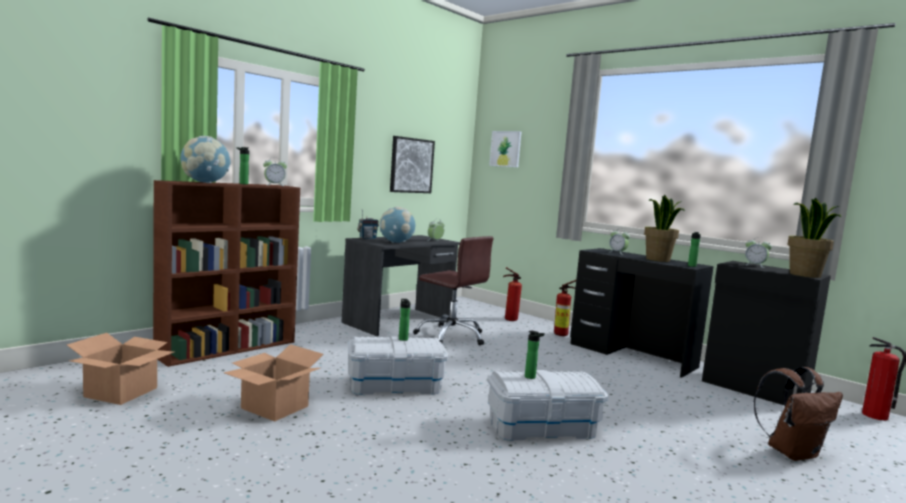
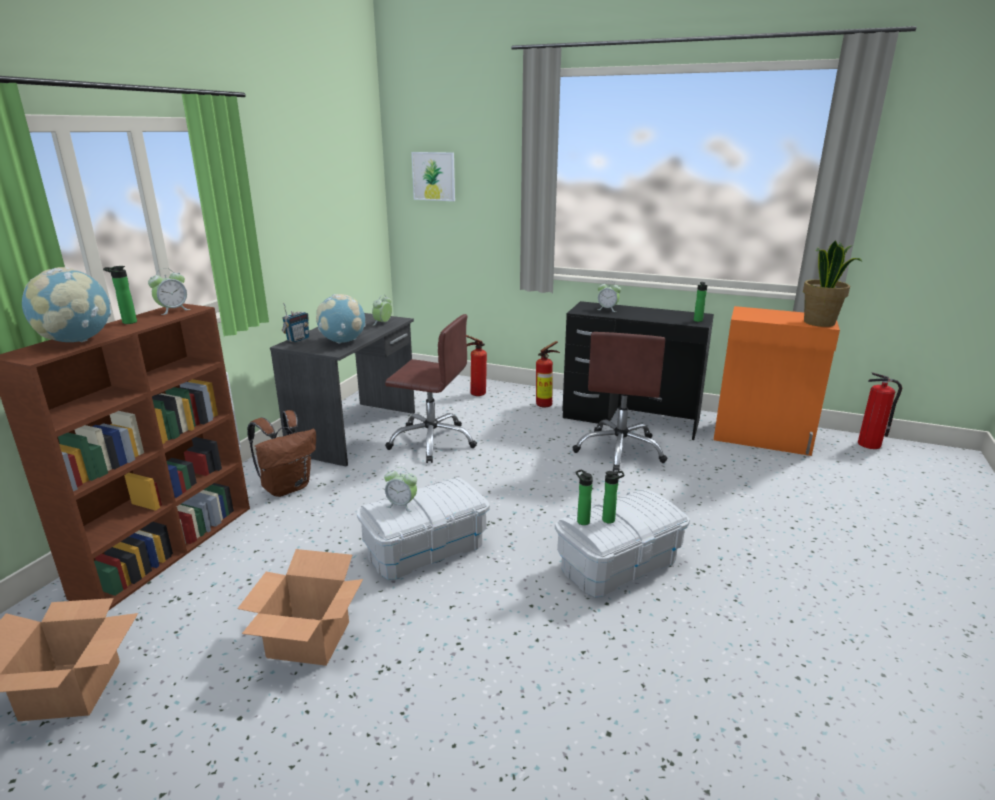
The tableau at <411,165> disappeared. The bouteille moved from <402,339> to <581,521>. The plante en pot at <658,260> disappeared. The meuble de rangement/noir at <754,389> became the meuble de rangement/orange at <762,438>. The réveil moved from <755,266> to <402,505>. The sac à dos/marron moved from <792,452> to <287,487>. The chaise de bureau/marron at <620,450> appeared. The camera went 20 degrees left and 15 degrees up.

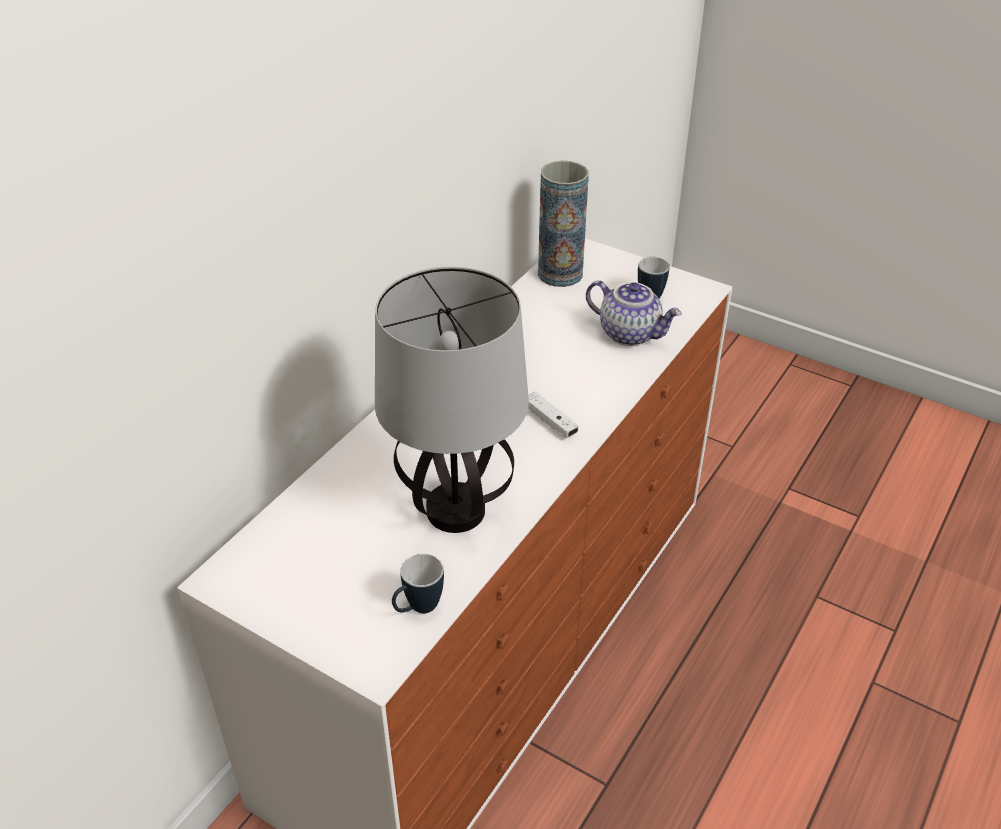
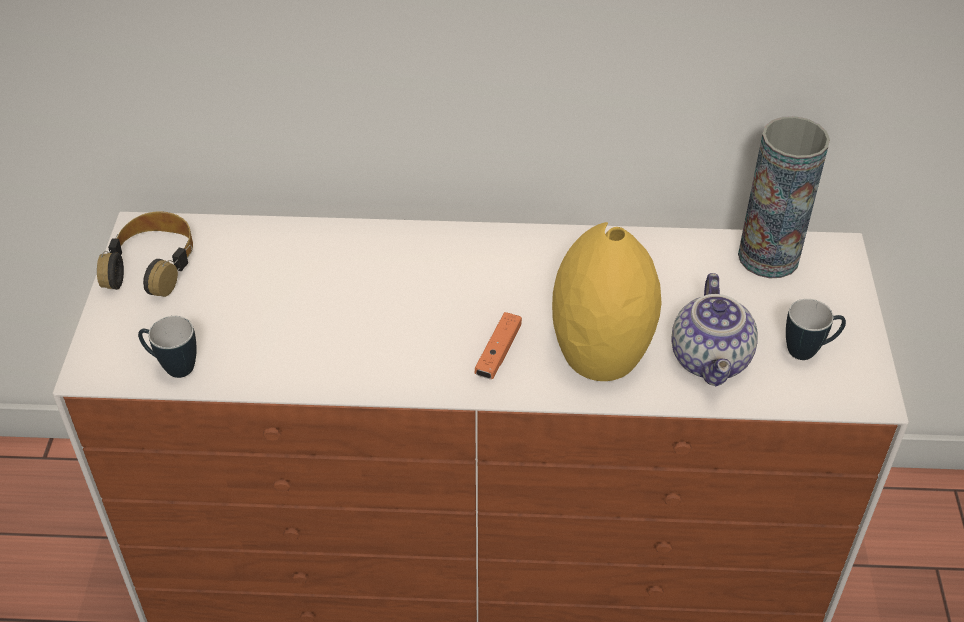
The lampe de table at <457,511> disappeared. The manette/blanc at <550,421> became the manette/orange at <498,353>. The casque audio at <152,264> appeared. The vase/jaune at <599,355> appeared. The camera went 60 degrees right and 5 degrees up.

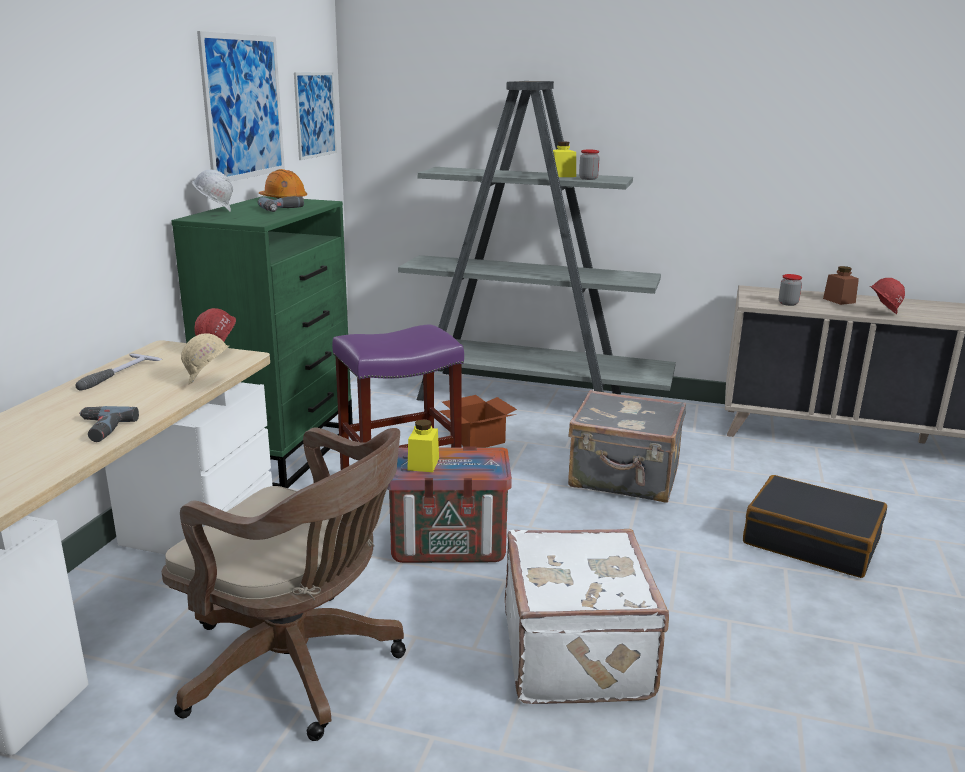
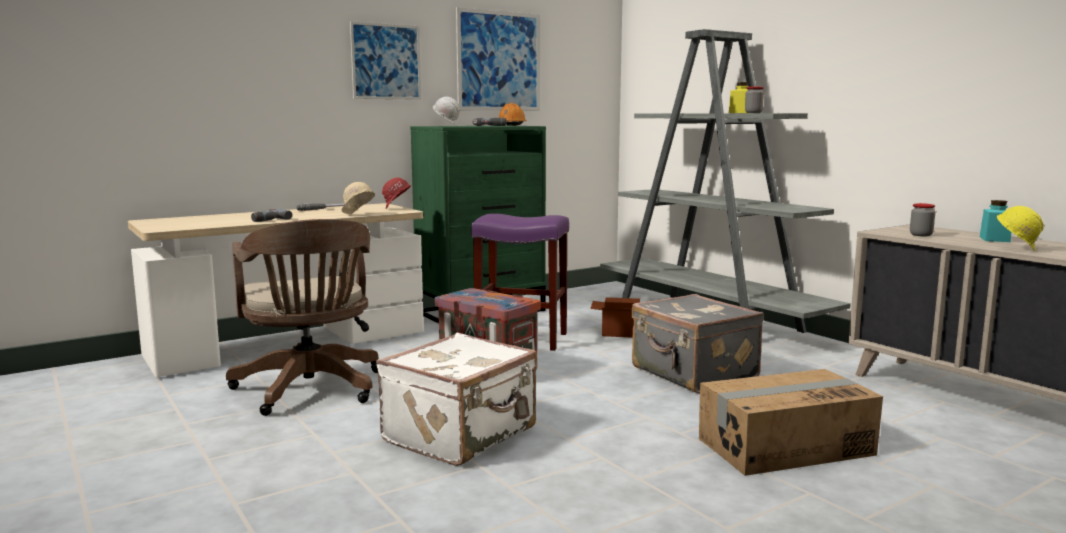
The tableau moved from <315,115> to <386,61>. The bocal/jaune at <423,464> disappeared. The valise/noir at <811,541> was replaced by the carton at <784,446>. The bocal/marron at <839,300> became the bocal/turquoise at <994,239>. The casque de chantier/rouge at <881,313> became the casque de chantier/jaune at <1016,249>. The camera went 40 degrees right and 10 degrees down.

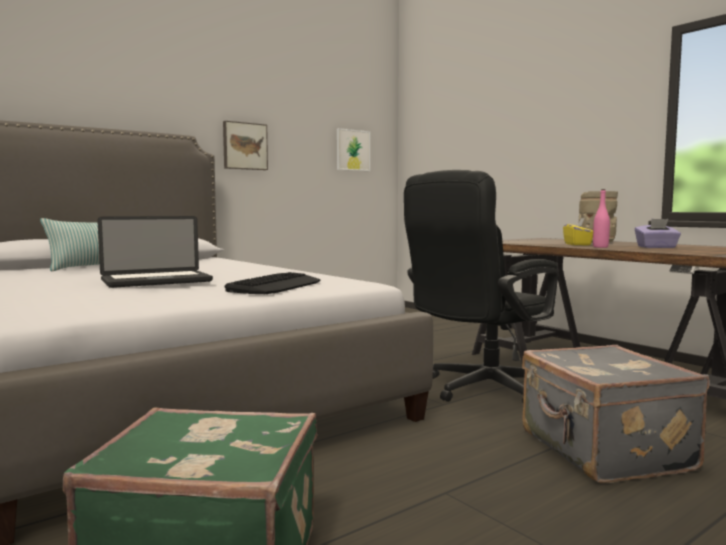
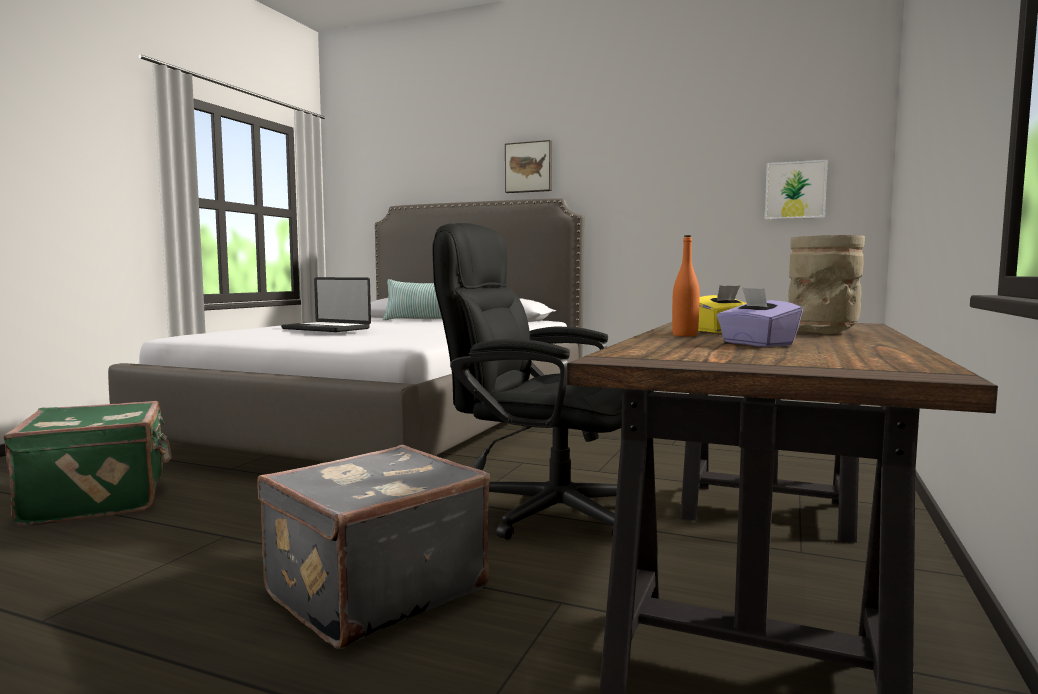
The tableau moved from <244,146> to <529,167>. The clavier at <276,286> disappeared. The bouteille/rose at <600,247> became the bouteille/orange at <684,335>. The camera went 60 degrees right and 0 degrees up.

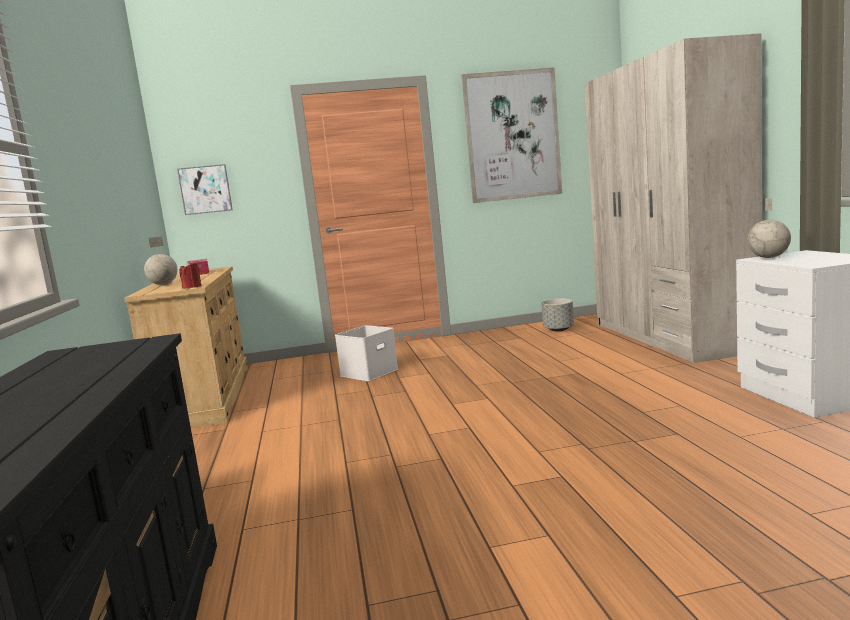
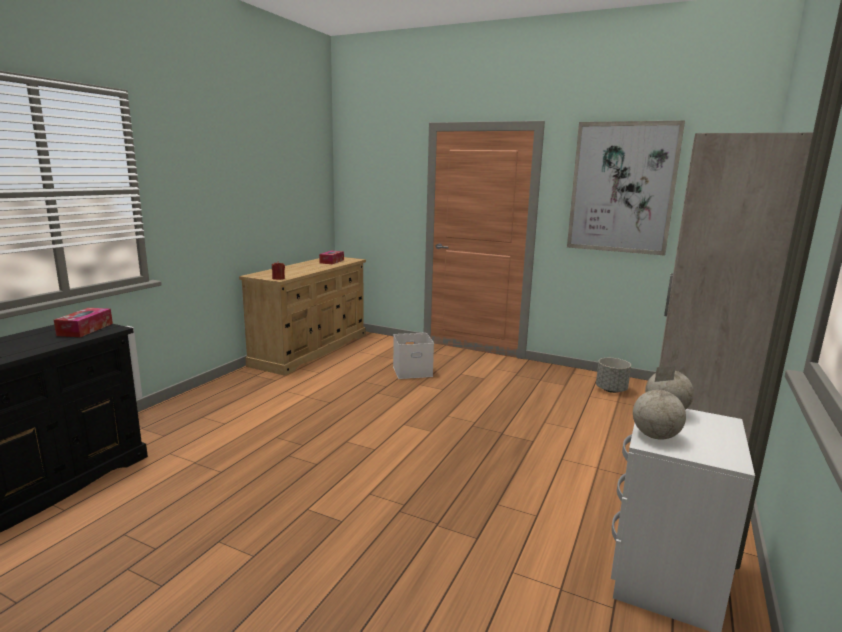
The globe moved from <164,284> to <656,436>. The tableau at <205,189> disappeared. The boîte à mouchoirs at <85,329> appeared. The camera went 35 degrees right and 5 degrees up.

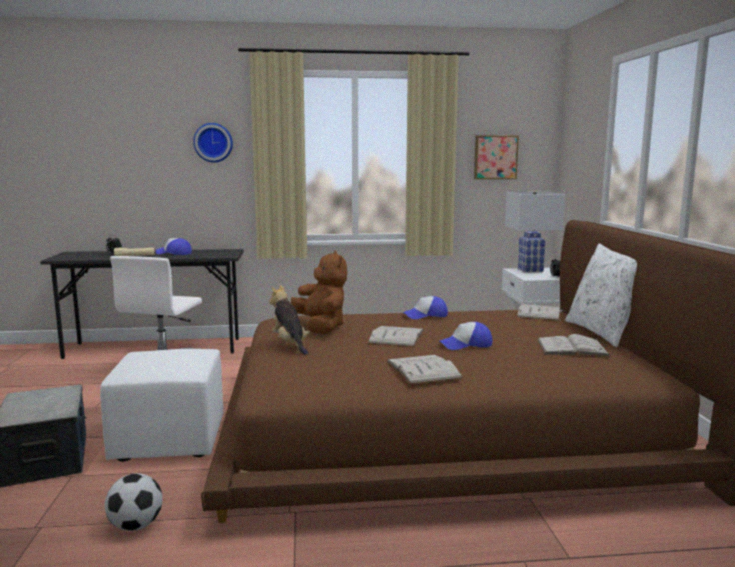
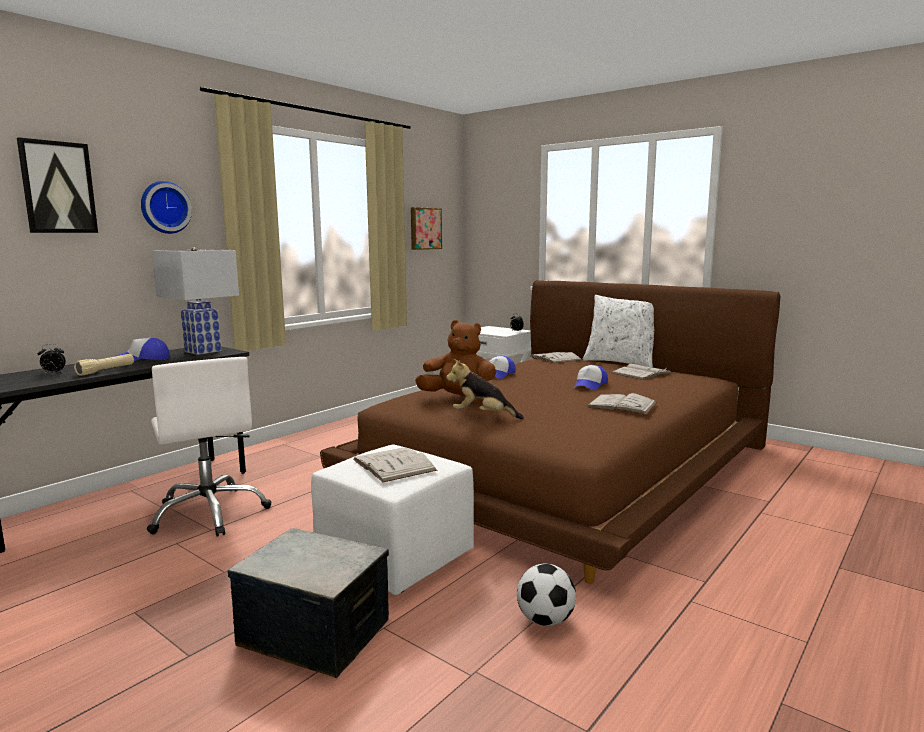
The livre/blanc moved from <396,337> to <394,465>. The lampe de table/blanc moved from <530,270> to <202,351>. The tableau at <58,187> appeared. The camera went 45 degrees left and 0 degrees up.

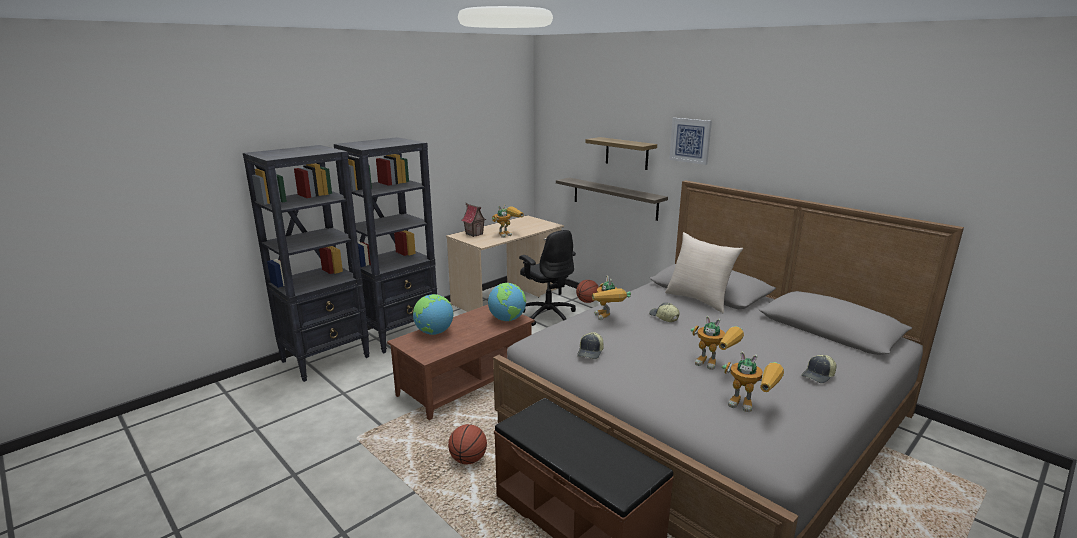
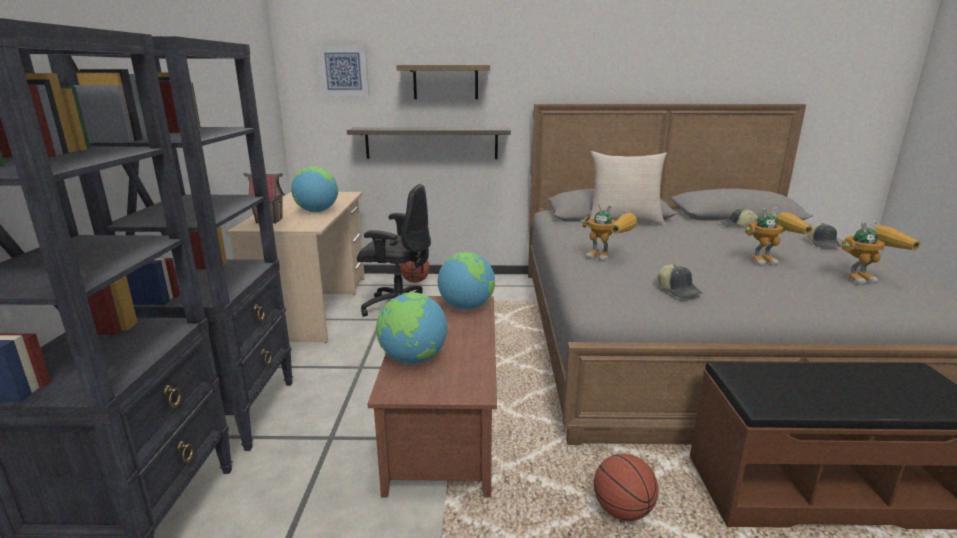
The robot jouet at <507,234> was replaced by the globe at <317,211>. The casquette moved from <663,317> to <736,225>. The tableau moved from <690,140> to <343,71>. The camera went 45 degrees left and 0 degrees up.

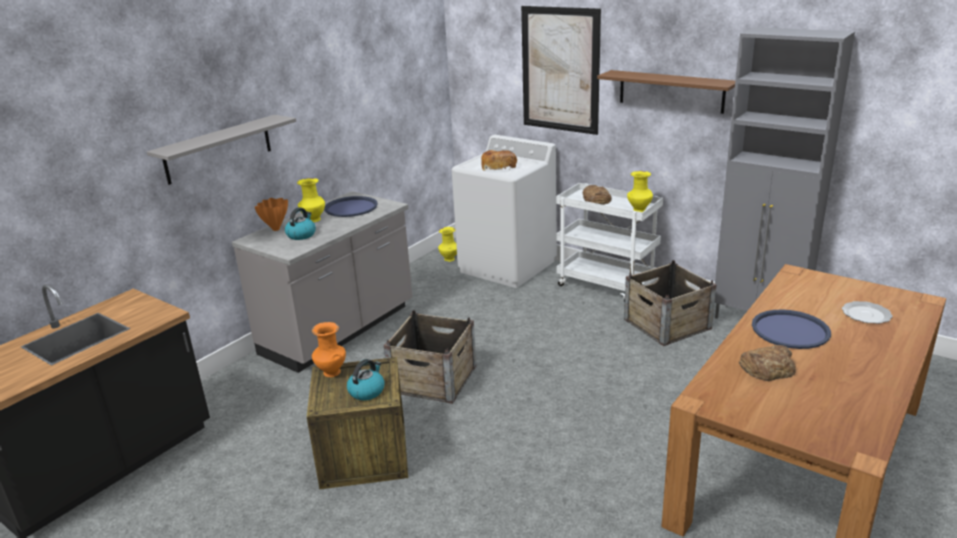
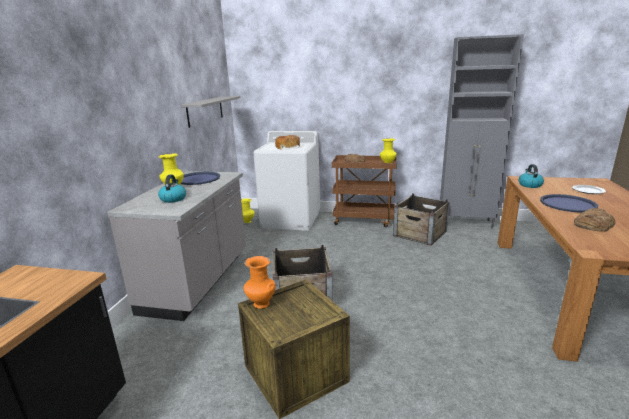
The étagère/gris moved from <218,149> to <205,111>. The vase/orange at <276,229> disappeared. The bouilloire moved from <367,391> to <529,185>. The tableau at <560,70> disappeared. The chariot/blanc at <607,286> became the chariot/marron at <364,220>. The étagère/marron at <671,91> disappeared. The camera went 25 degrees left and 5 degrees down.

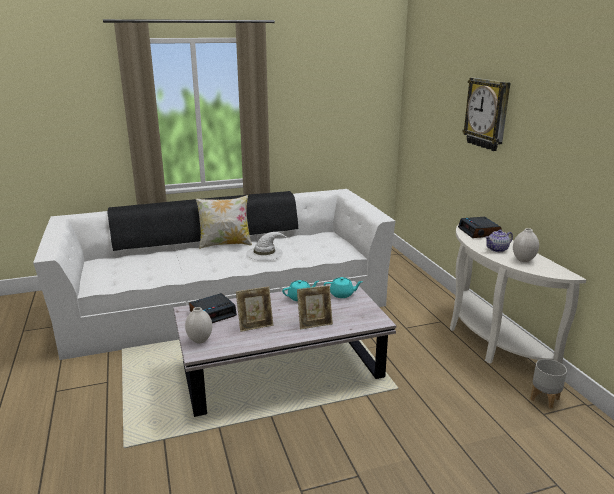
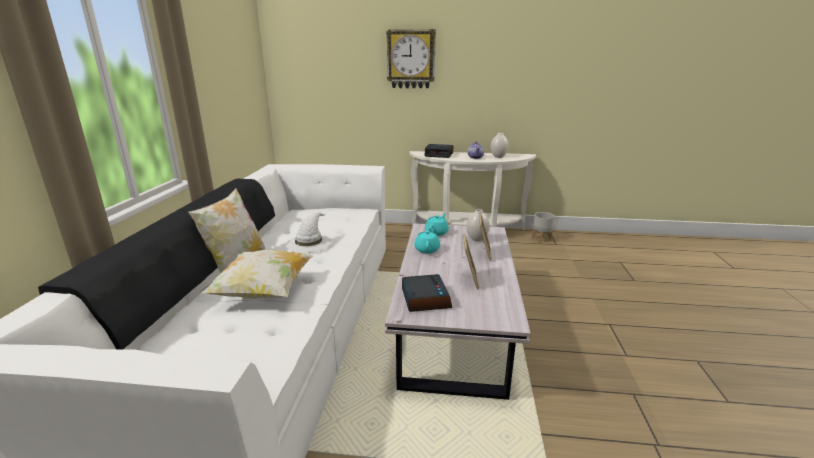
The vase/blanc moved from <199,340> to <477,239>. The coussin at <263,292> appeared. The camera went 65 degrees left and 0 degrees up.

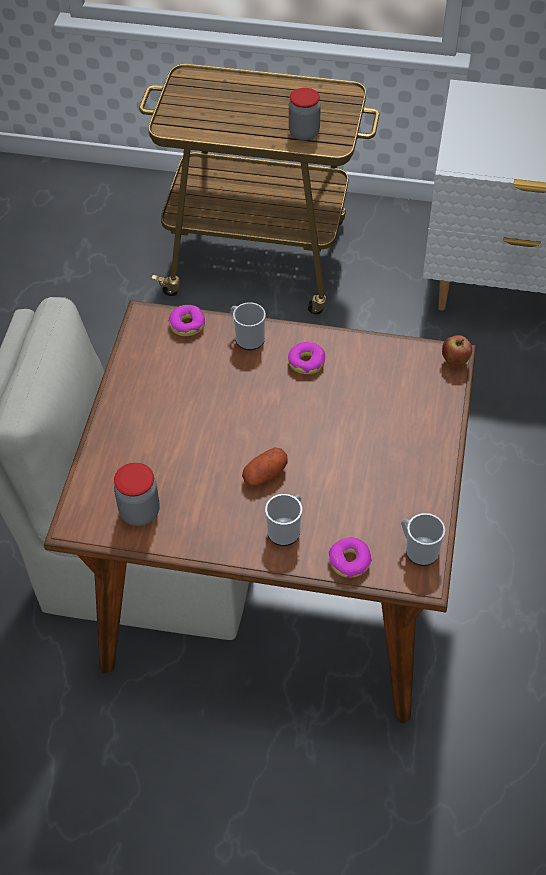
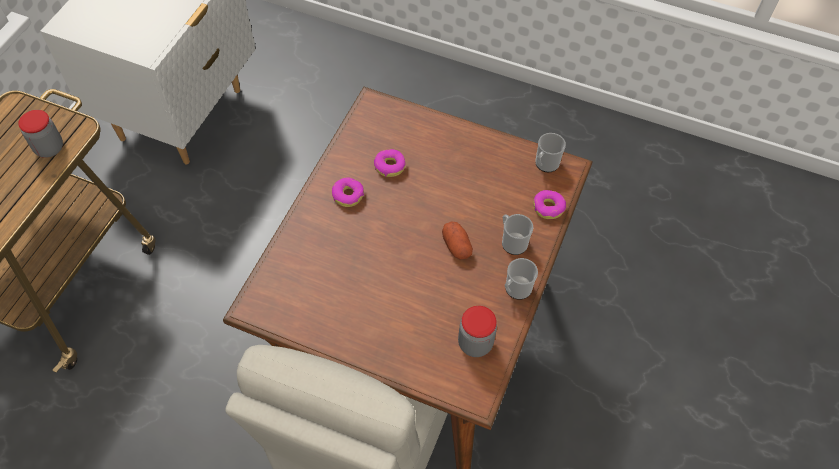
The beignet moved from <187,325> to <389,166>. The mug moved from <247,338> to <516,290>. The pomme at <455,362> disappeared. The camera went 80 degrees left and 5 degrees up.

